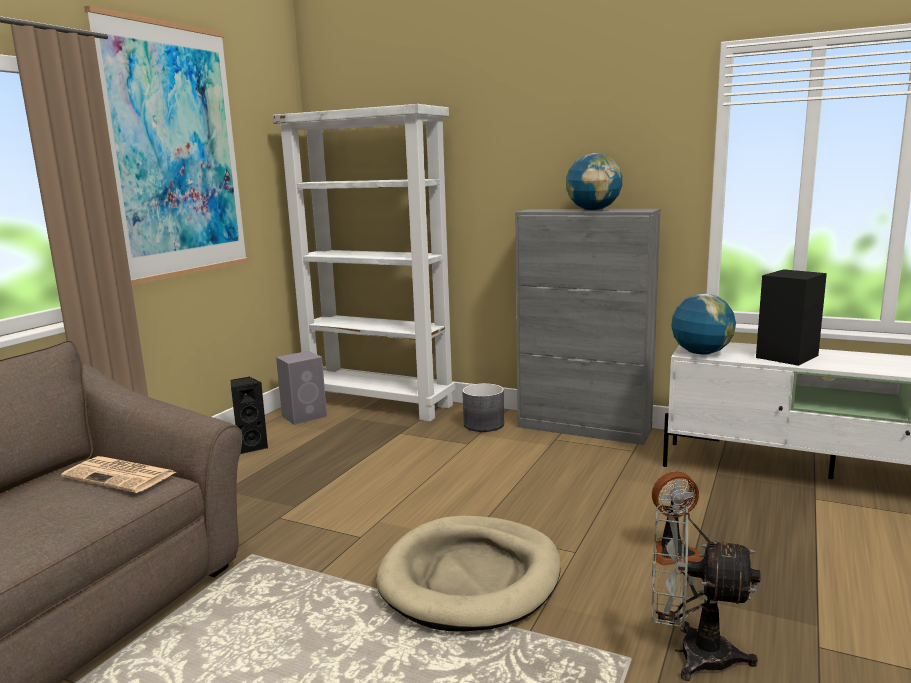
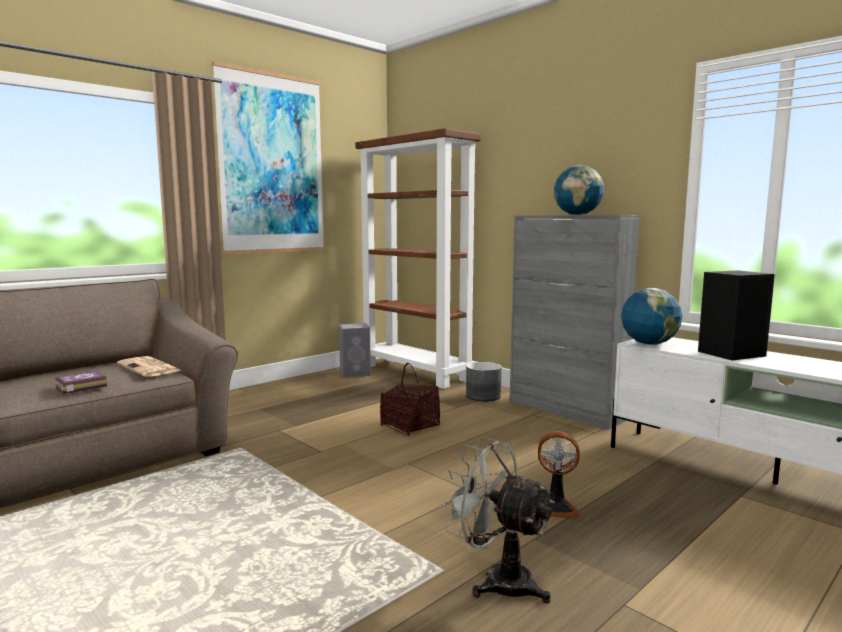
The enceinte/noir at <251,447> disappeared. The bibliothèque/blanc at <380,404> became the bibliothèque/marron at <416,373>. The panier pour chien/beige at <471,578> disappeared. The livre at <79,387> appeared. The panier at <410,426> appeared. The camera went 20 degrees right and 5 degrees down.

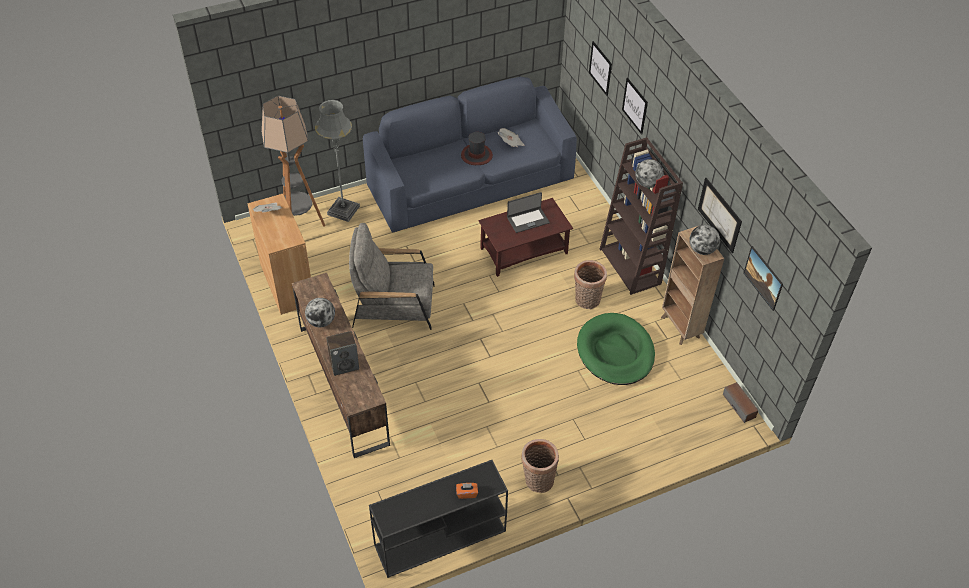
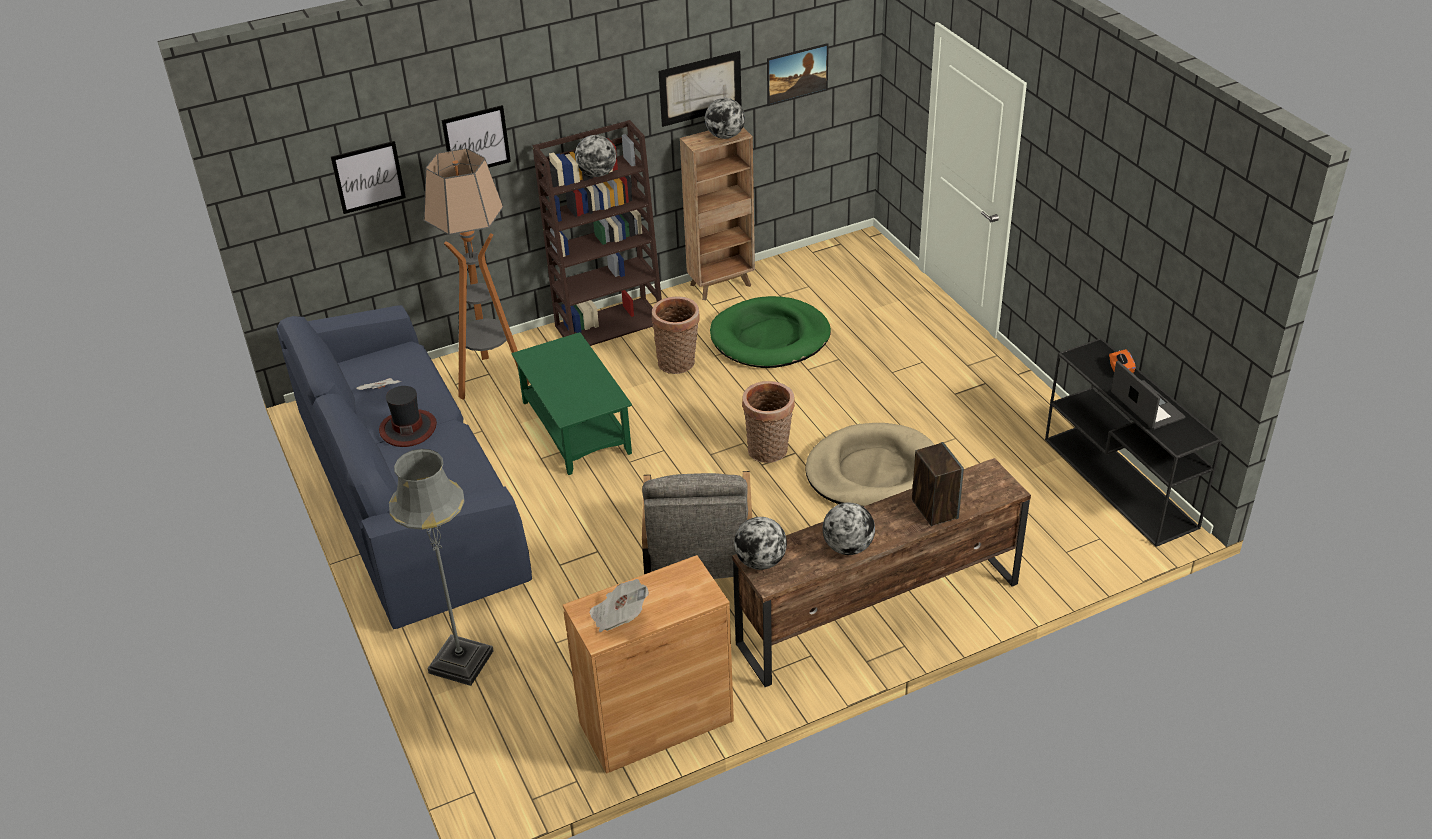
The lampadaire moved from <300,228> to <491,380>. The table basse/marron at <524,250> became the table basse/vert at <575,427>. The ordinateur portable moved from <528,220> to <1146,406>. The panier moved from <537,481> to <768,452>. The enceinte at <739,406> disappeared. The globe at <760,561> appeared. The panier pour chien/beige at <873,472> appeared. The camera went 90 degrees left and 10 degrees down.

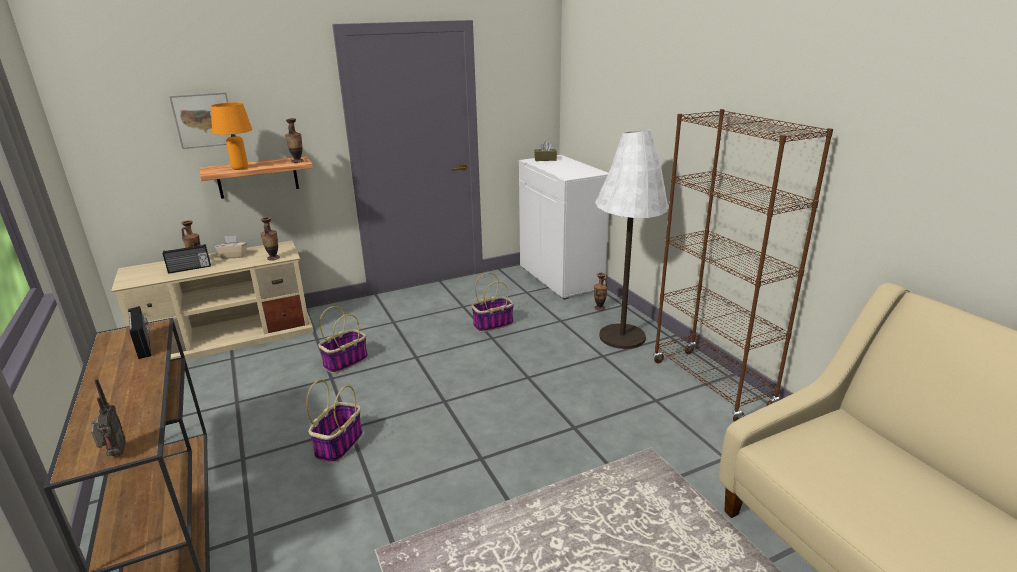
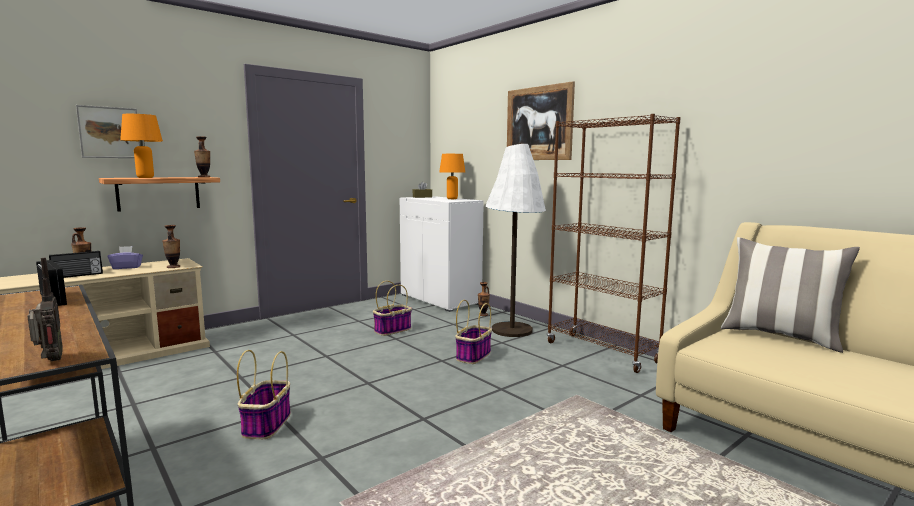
The boîte à mouchoirs/beige at <233,256> became the boîte à mouchoirs/violet at <127,267>. The panier moved from <346,361> to <473,355>. The lampe de table/orange at <452,199> appeared. The tableau at <539,123> appeared. The coussin at <780,336> appeared. The camera went 15 degrees left and 15 degrees down.

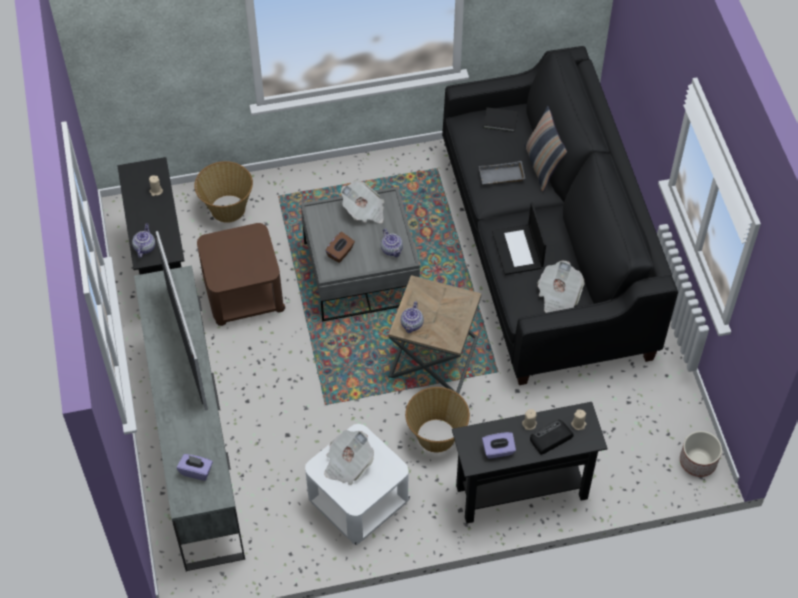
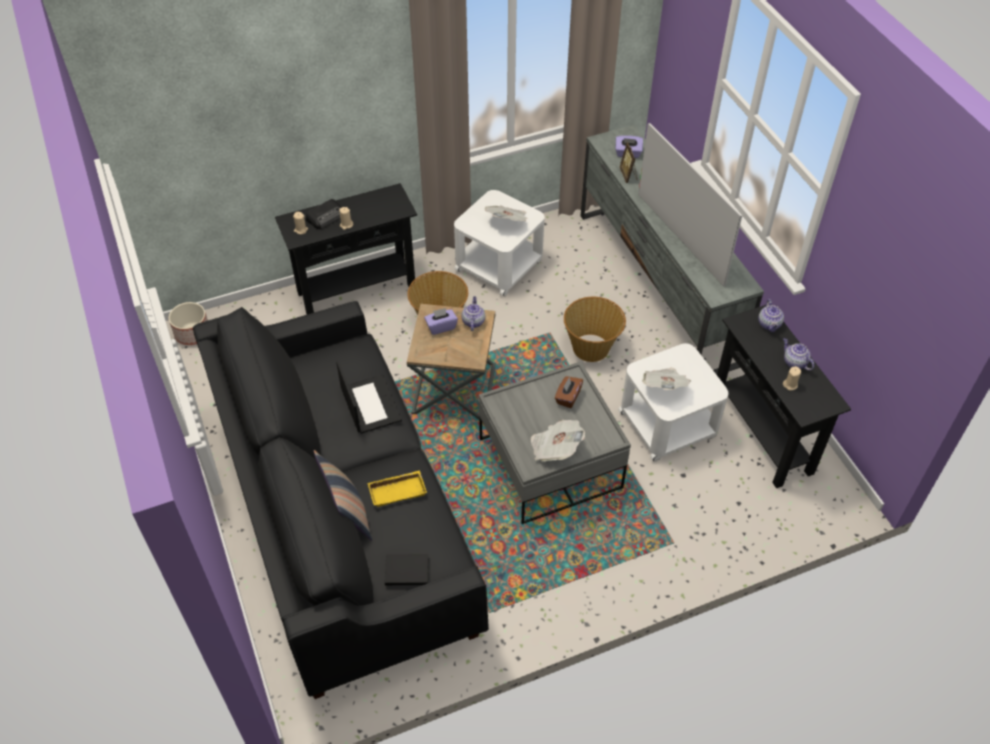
The panier moved from <227,209> to <591,347>. The table d'appoint/marron at <243,294> became the table d'appoint/blanc at <668,423>. The théière moved from <392,250> to <794,362>. The plateau/gris at <501,177> became the plateau/jaune at <398,490>. The boîte à mouchoirs/violet moved from <498,451> to <441,327>. The journal moved from <558,296> to <664,387>. The cadre photo at <628,175> appeared. The camera went 170 degrees right and 5 degrees down.

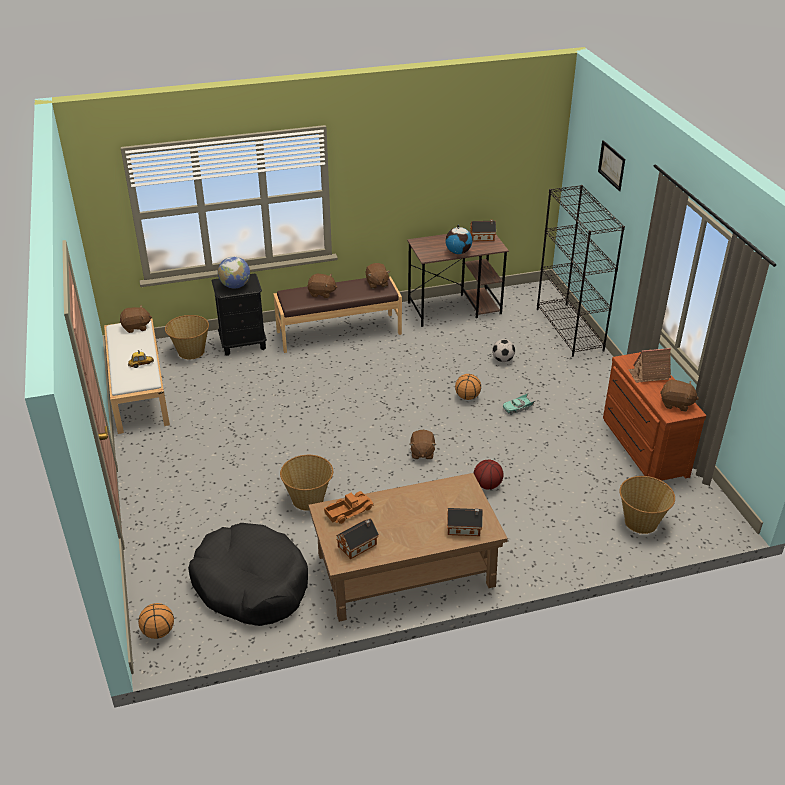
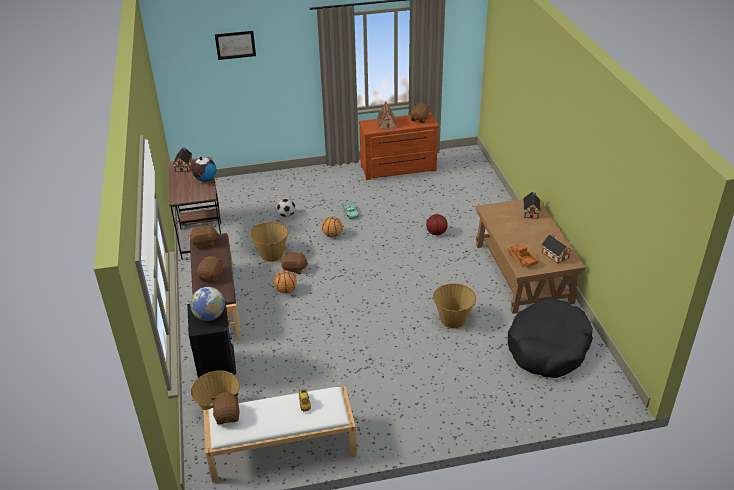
The ballon de basket moved from <158,632> to <286,290>. The peluche/marron moved from <422,453> to <294,269>. The bibliothèque/noir at <570,330> disappeared. The panier moved from <641,521> to <271,254>. The camera went 85 degrees left and 0 degrees up.

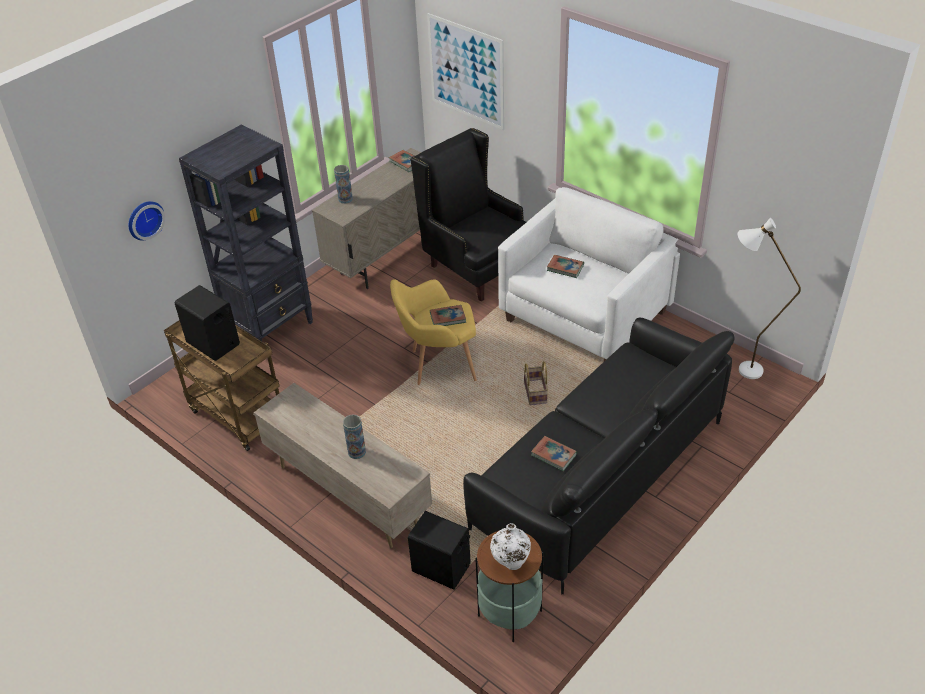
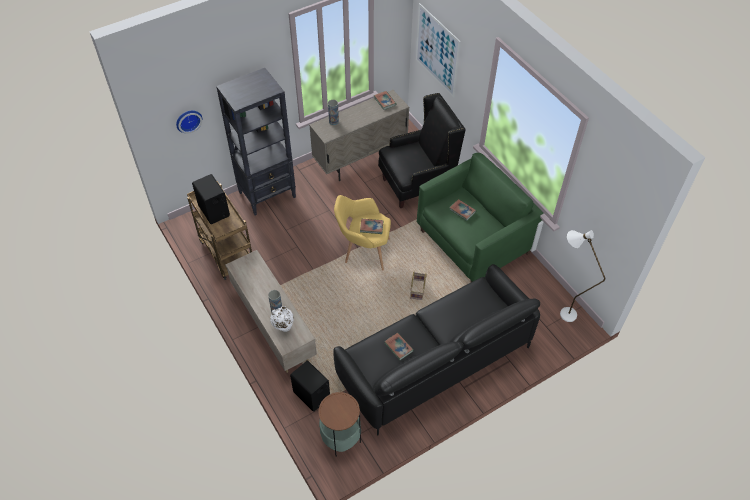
The fauteuil/noir at <477,269> turned 90 degrees clockwise. The vase/blanc moved from <510,564> to <283,328>. The fauteuil/blanc at <583,316> became the fauteuil/vert at <473,241>. The camera went 15 degrees right and 10 degrees up.

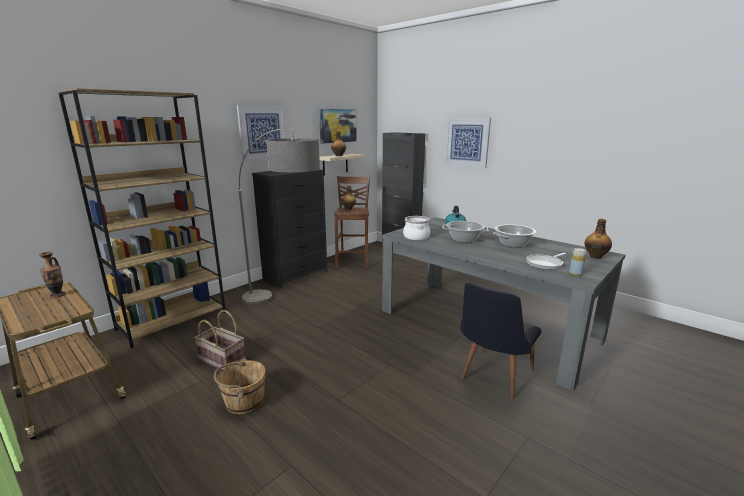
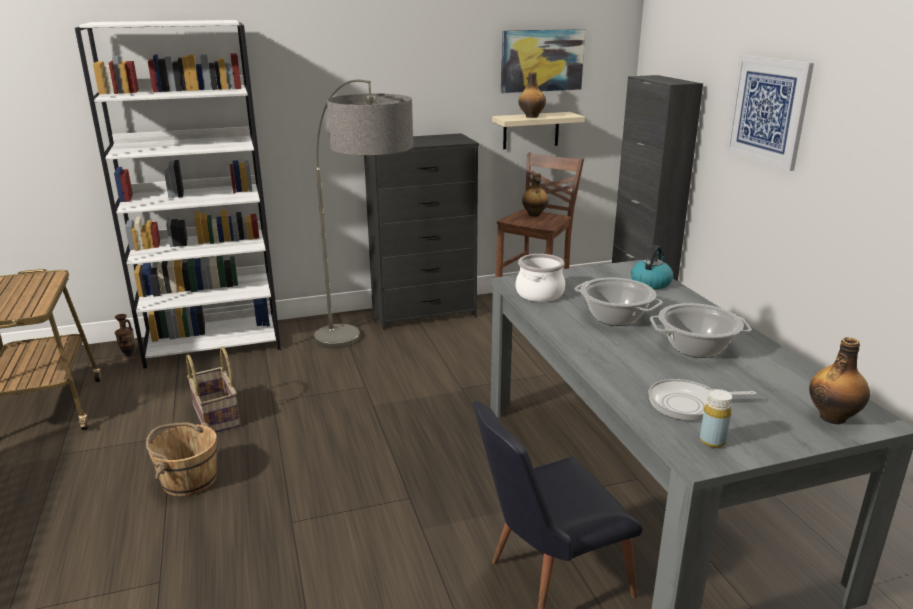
The vase moved from <57,295> to <129,358>. The bibliothèque/marron at <173,320> became the bibliothèque/blanc at <214,344>. The tableau at <262,132> disappeared. The camera went 30 degrees right and 5 degrees up.

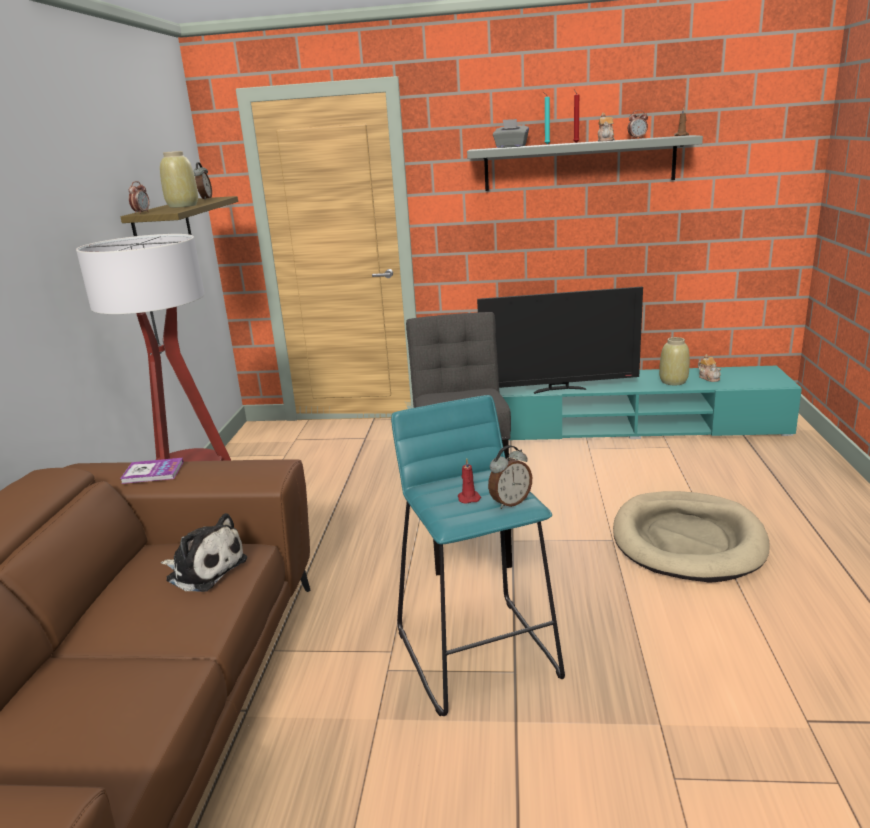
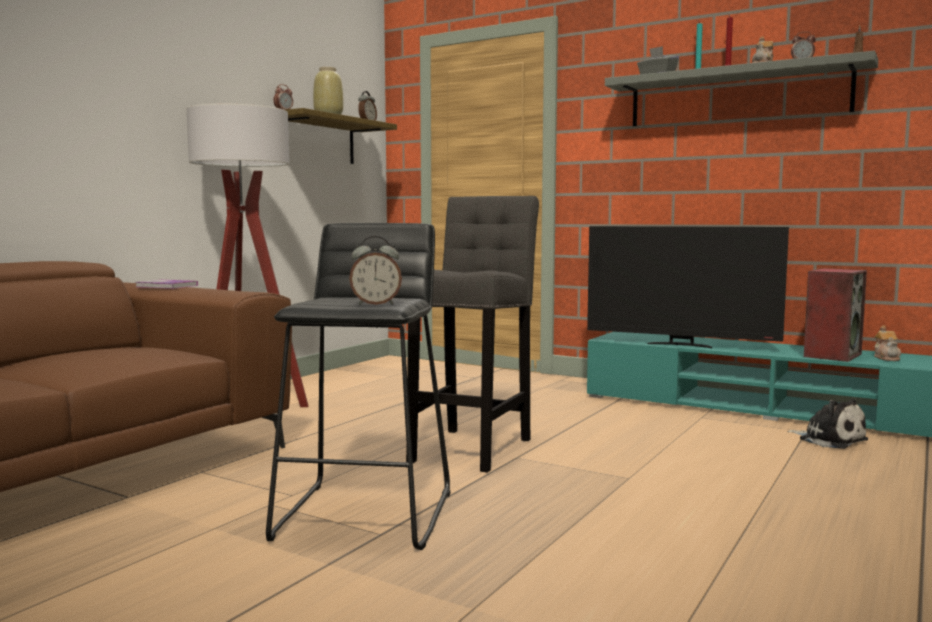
The peluche moved from <204,569> to <829,440>. The tabouret/turquoise at <478,652> became the tabouret/noir at <366,514>. The bougie/rouge at <468,498> disappeared. The panier pour chien/beige at <687,541> disappeared. The vase/beige at <673,381> was replaced by the enceinte at <832,355>. The camera went 25 degrees right and 15 degrees down.

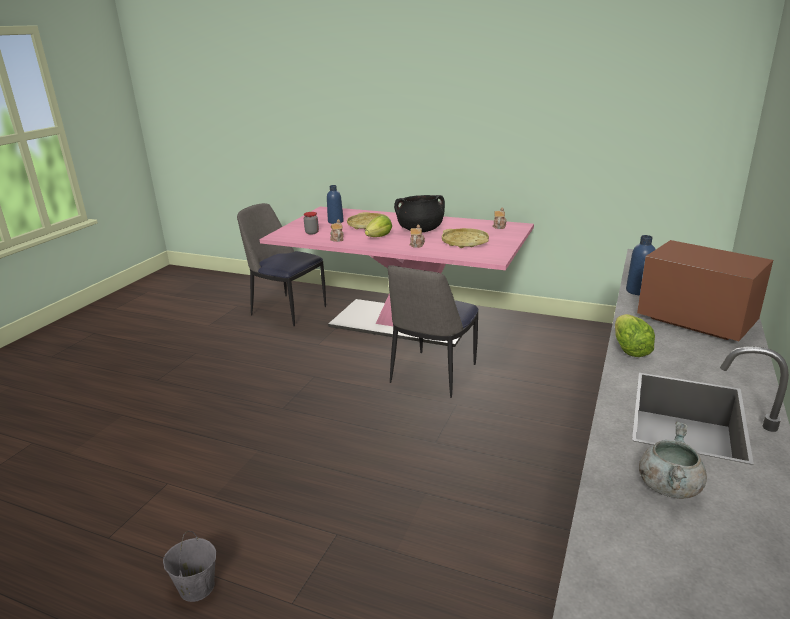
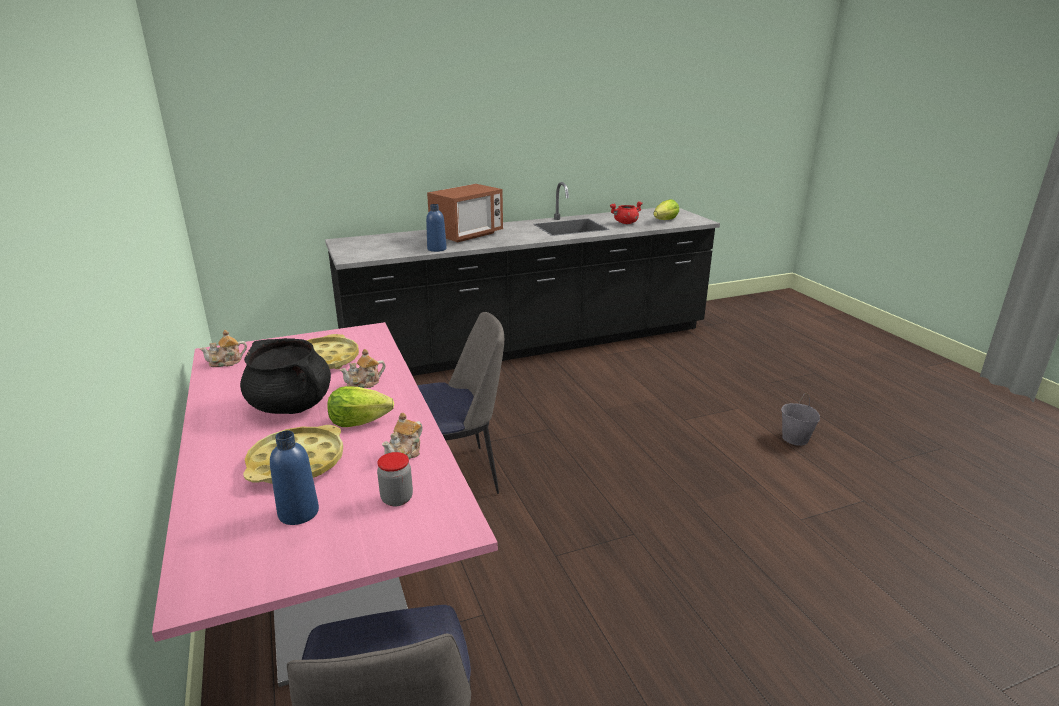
The laitue moved from <629,350> to <665,220>. The micro-ondes at <696,321> turned 135 degrees counterclockwise. The marmite/gris at <669,486> became the marmite/rouge at <625,223>. The camera went 135 degrees left and 0 degrees up.

